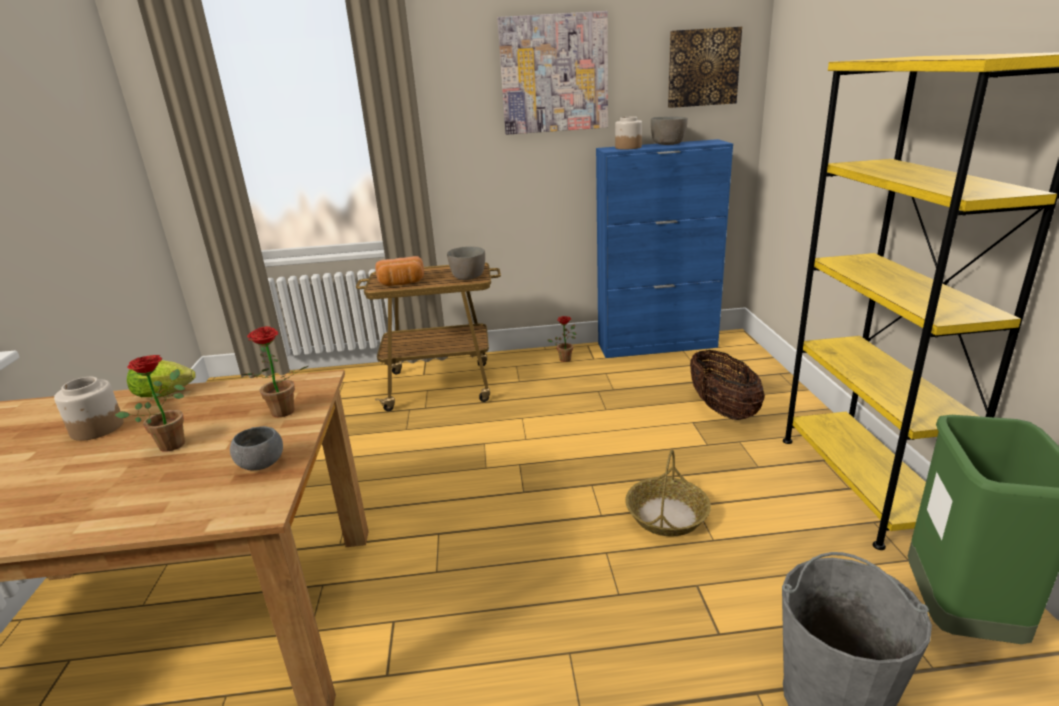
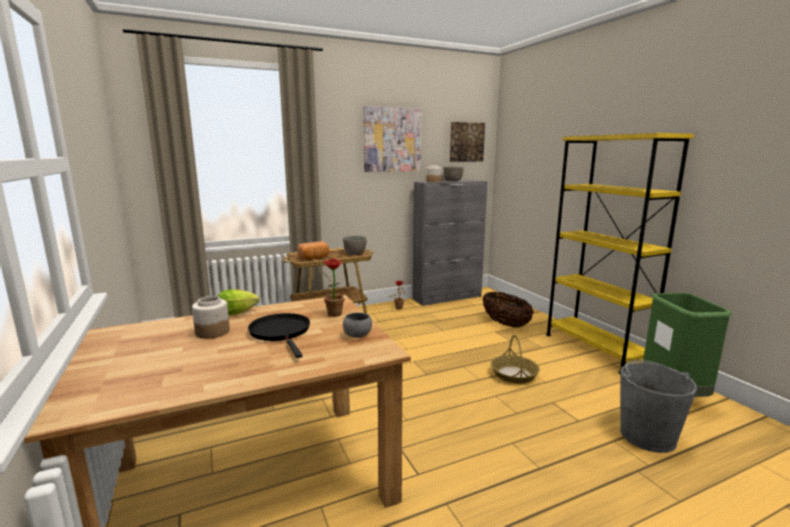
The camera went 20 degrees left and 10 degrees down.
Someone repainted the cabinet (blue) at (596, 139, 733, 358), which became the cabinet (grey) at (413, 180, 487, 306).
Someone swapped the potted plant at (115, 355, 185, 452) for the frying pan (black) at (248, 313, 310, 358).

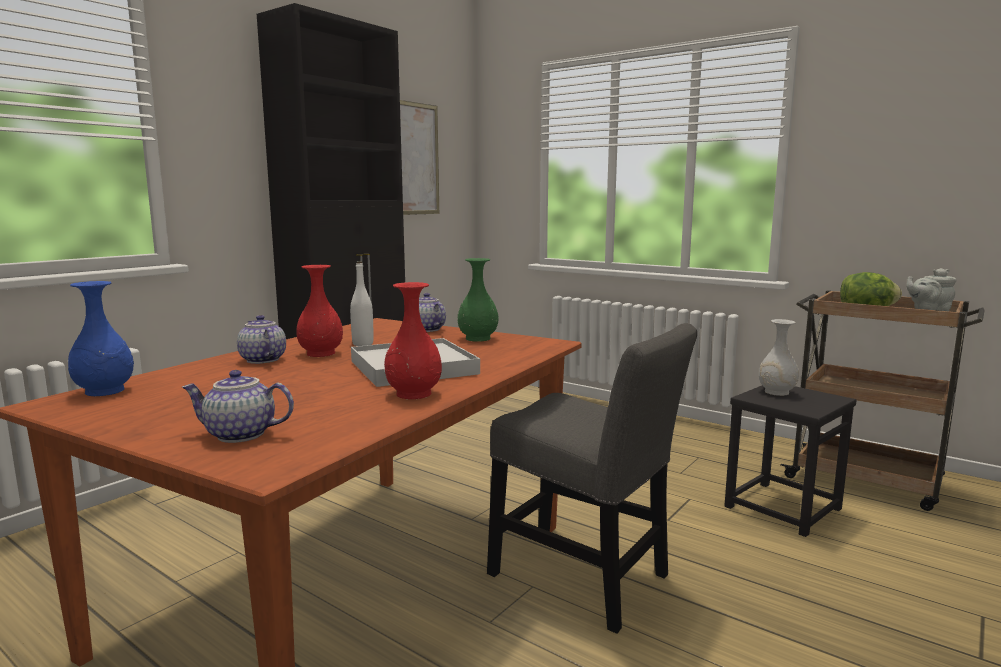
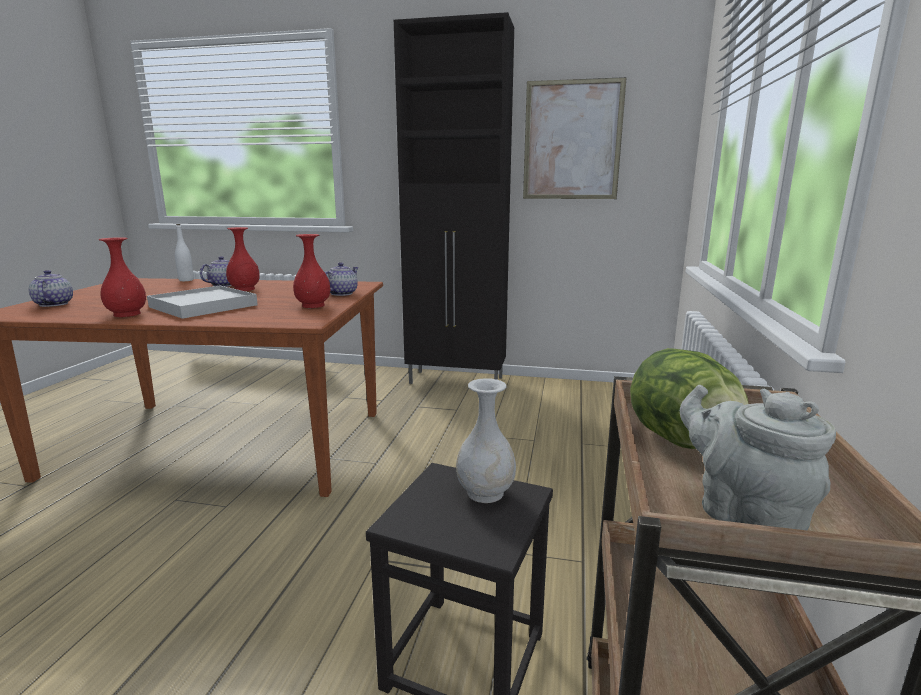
The camera went 65 degrees right and 5 degrees up.
Someone repainted the vase (green) at (458, 258, 499, 342), which became the vase (red) at (293, 234, 330, 308).
Someone carried the bottle (white) from (350, 261, 374, 346) to (175, 224, 194, 281).
Someone took away the vase (blue) at (68, 281, 134, 396).
Someone took away the chair (grey) at (487, 323, 697, 634).

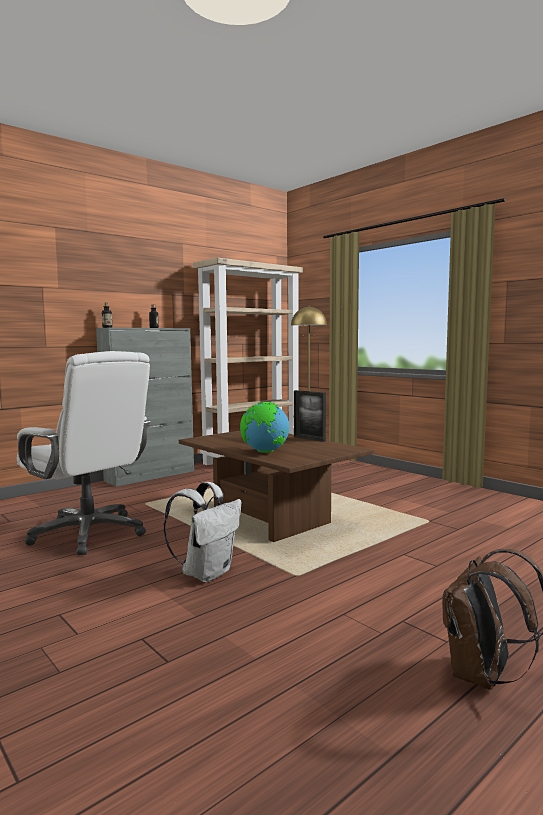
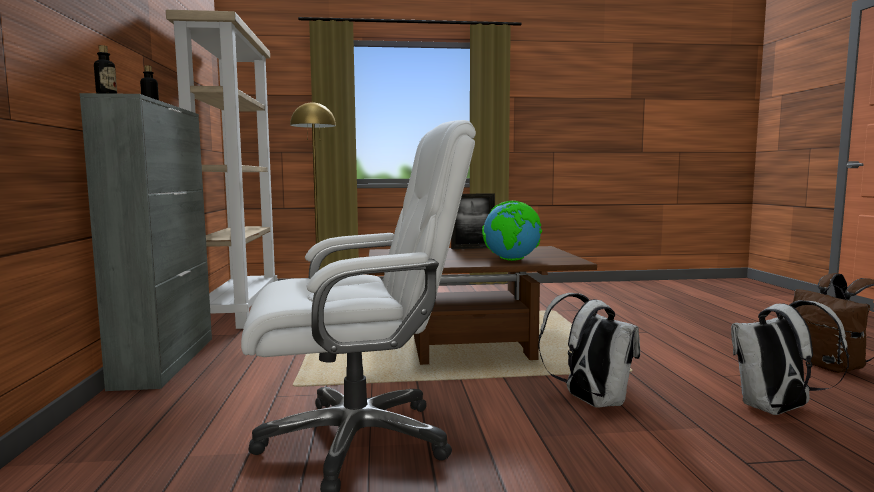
The camera went 55 degrees left and 0 degrees up.
Someone put down the backpack (white) at (731, 300, 849, 415).

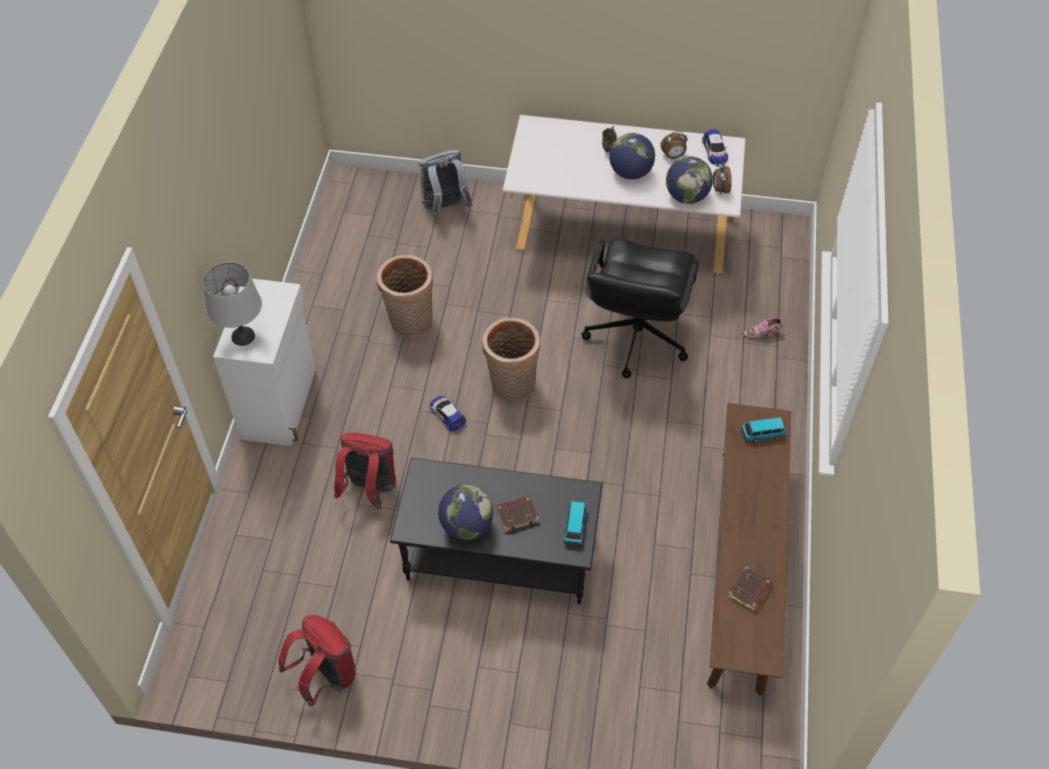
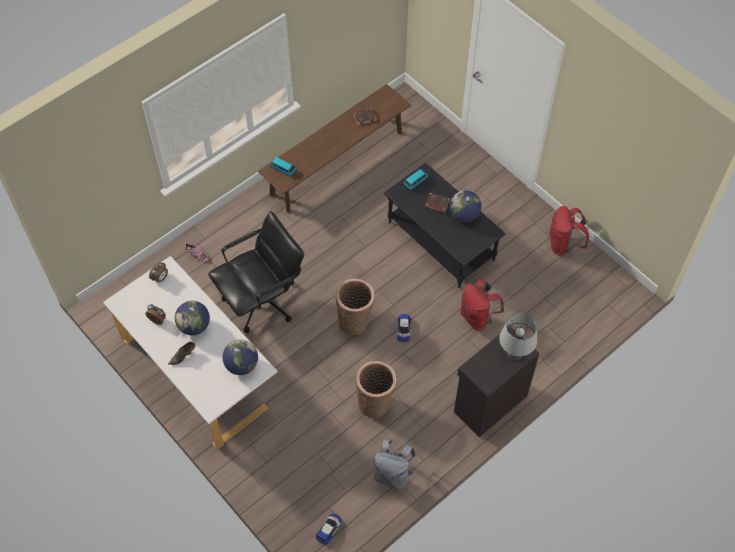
The camera went 140 degrees left and 5 degrees up.
Someone carried the toy car from (702, 129, 728, 165) to (316, 514, 342, 545).
Someone carried the backpack (grey) from (419, 150, 473, 217) to (373, 440, 416, 489).
Someone carried the globe from (666, 157, 713, 204) to (223, 340, 258, 375).
Someone repainted the cabinet (white) at (213, 279, 316, 446), which became the cabinet (black) at (454, 326, 540, 437).

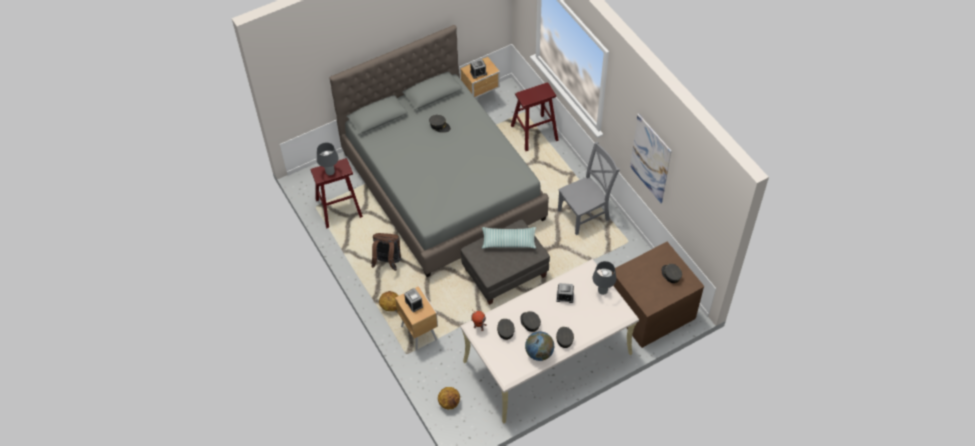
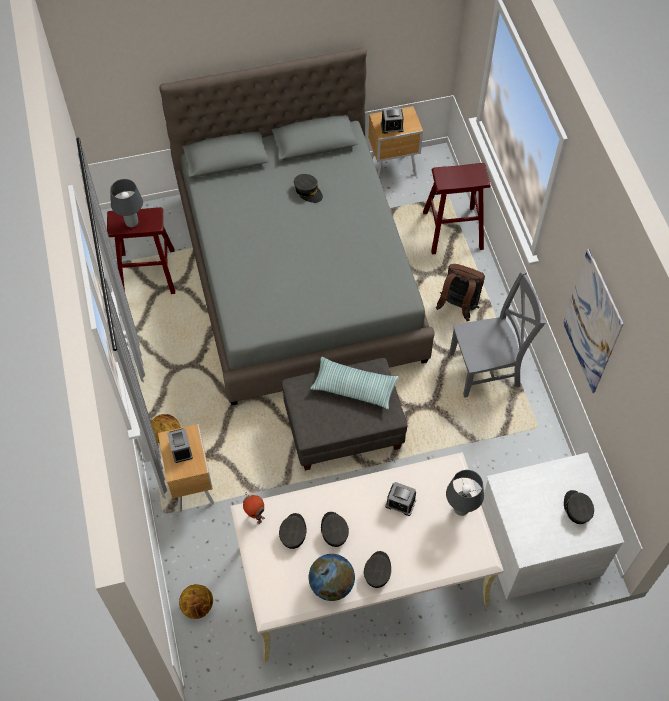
The camera went 15 degrees right and 5 degrees up.
Someone carried the backpack (brown) from (371, 233, 402, 271) to (436, 264, 485, 321).
Someone repainted the dresser (brown) at (611, 242, 705, 348), which became the dresser (white) at (481, 452, 624, 600).

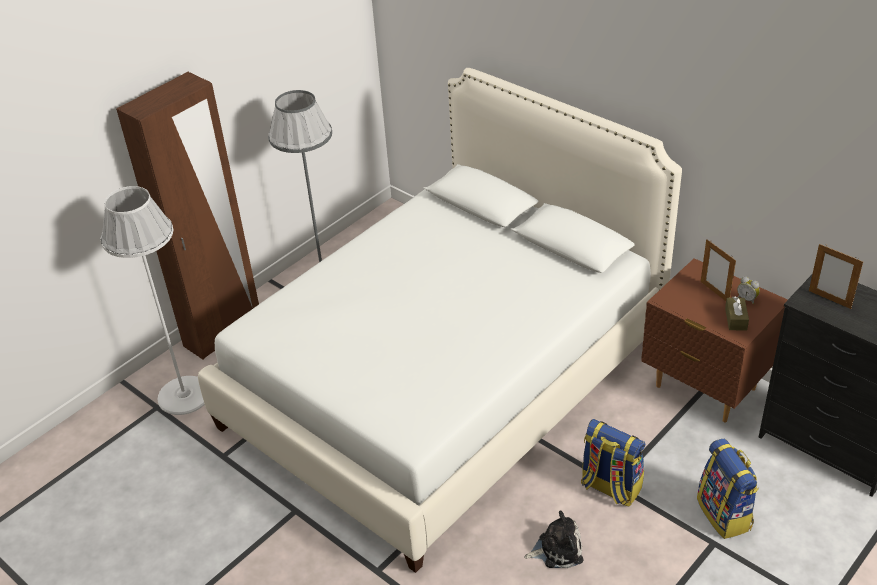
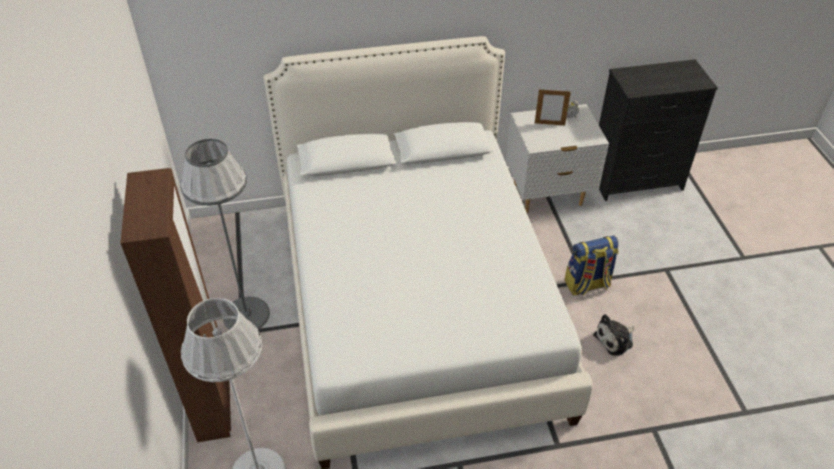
The camera went 55 degrees left and 5 degrees up.
Someone took away the picture frame at (809, 244, 863, 309).
Someone repainted the nightstand (brown) at (641, 258, 788, 423), which became the nightstand (white) at (506, 104, 609, 213).
Someone took away the tissue box (brown) at (725, 296, 749, 331).
Someone took away the backpack at (697, 439, 759, 539).
Someone rotated the plush toy at (524, 511, 583, 568) by 150 degrees counterclockwise.

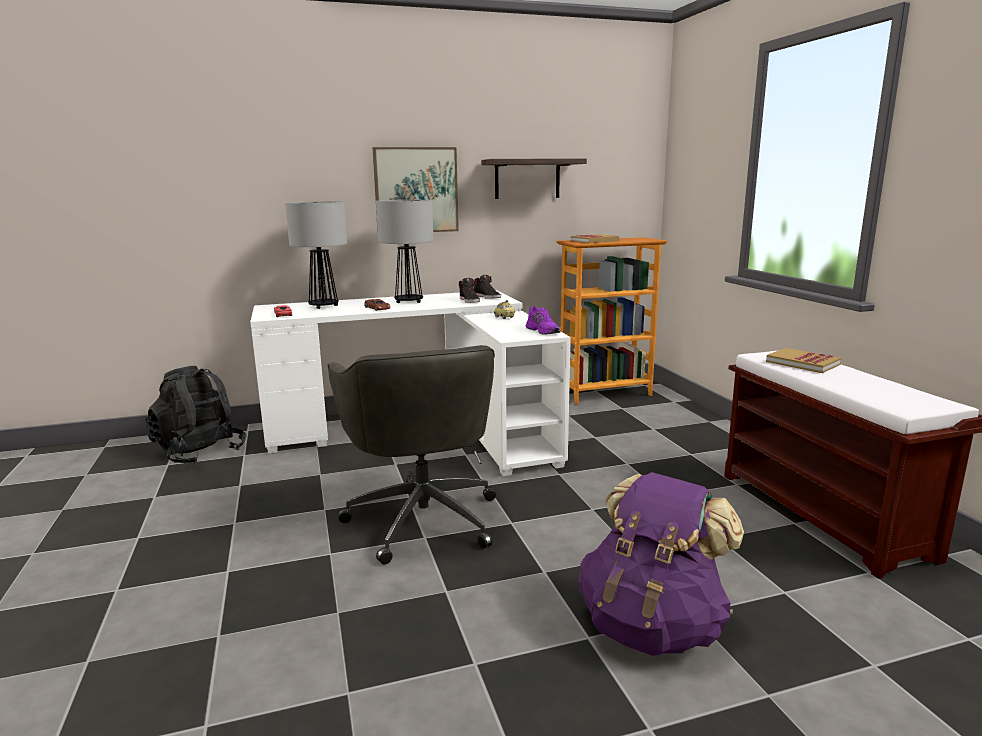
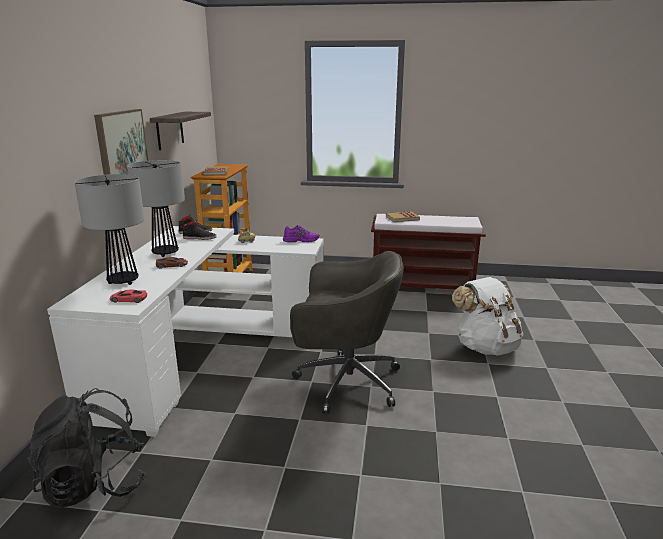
The camera went 65 degrees left and 5 degrees up.
Someone repainted the backpack (purple) at (578, 472, 744, 656), which became the backpack (white) at (452, 277, 523, 356).

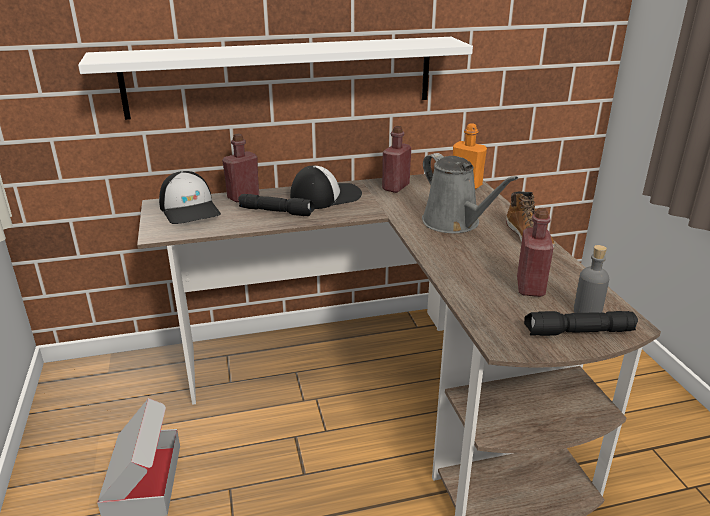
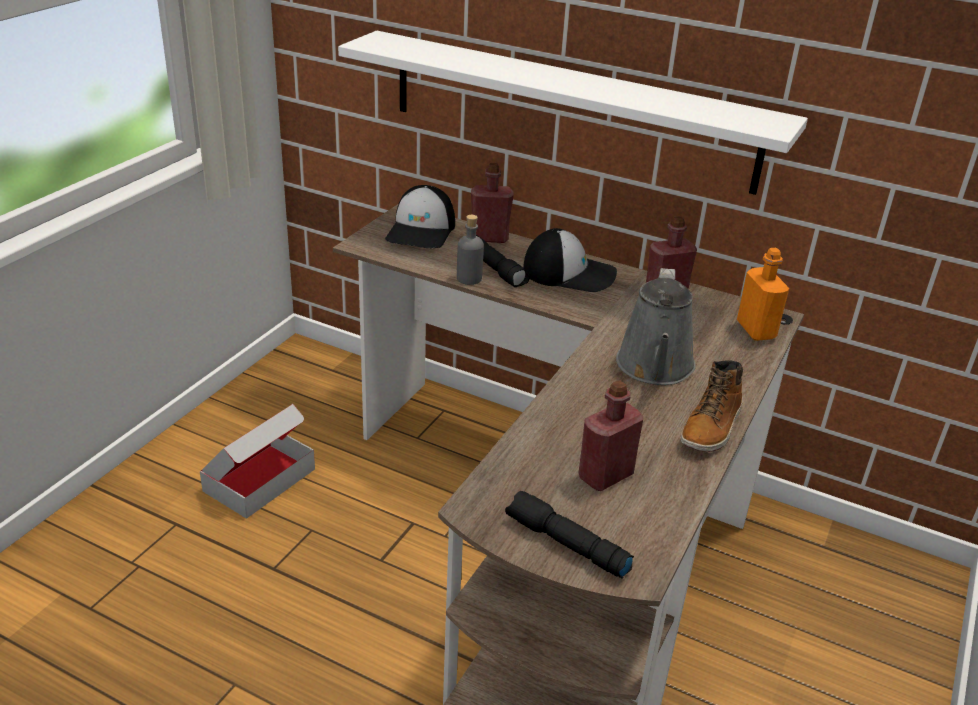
The camera went 40 degrees right and 5 degrees up.
Someone carried the bottle (grey) from (573, 245, 609, 313) to (457, 215, 484, 285).

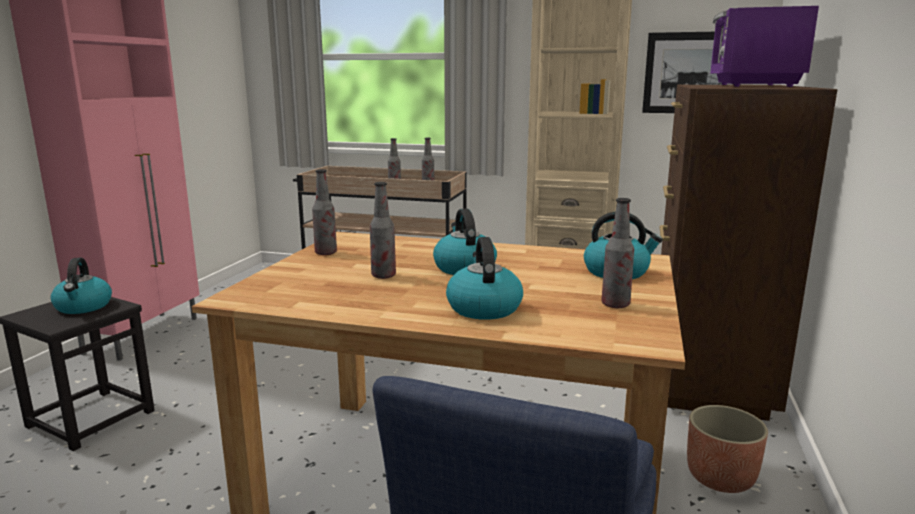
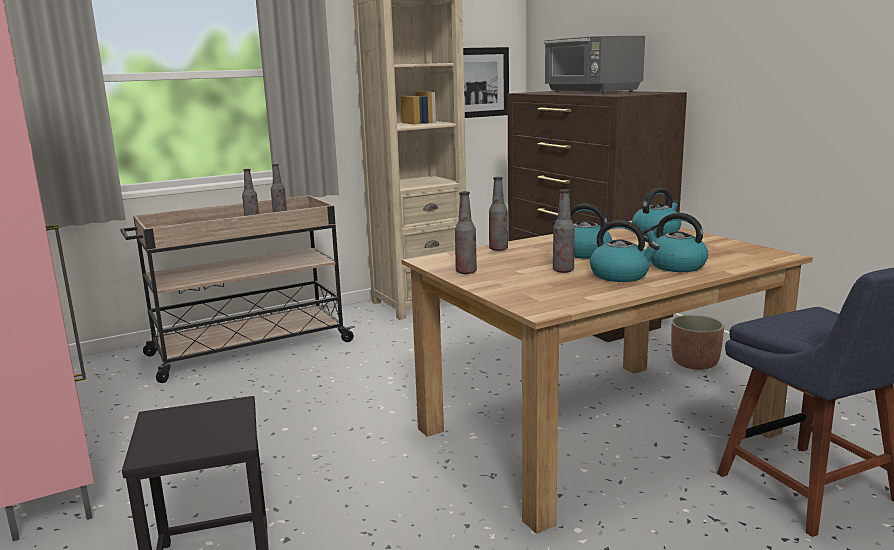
The camera went 45 degrees left and 0 degrees up.
Someone repainted the microwave (purple) at (710, 6, 819, 87), which became the microwave (grey) at (544, 36, 645, 93).
Someone carried the bottle from (602, 198, 634, 308) to (489, 177, 508, 251).
Someone carried the kettle from (50, 257, 112, 314) to (590, 220, 660, 282).

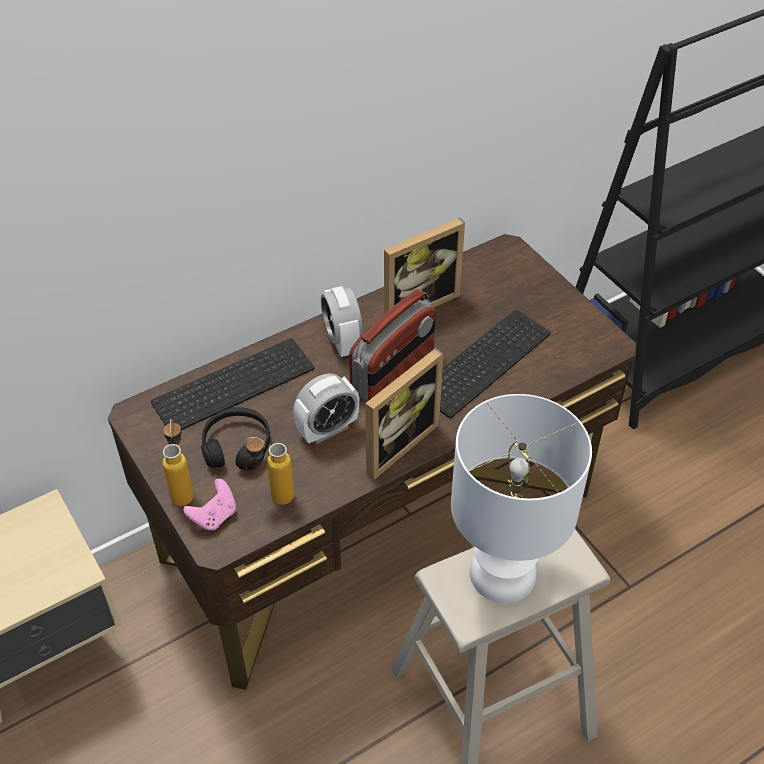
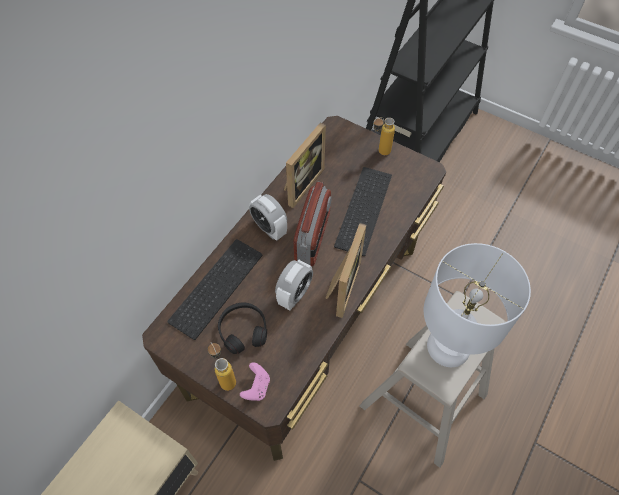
The camera went 25 degrees left and 10 degrees up.
Someone carried the bottle from (245, 437, 294, 505) to (373, 117, 395, 155).

